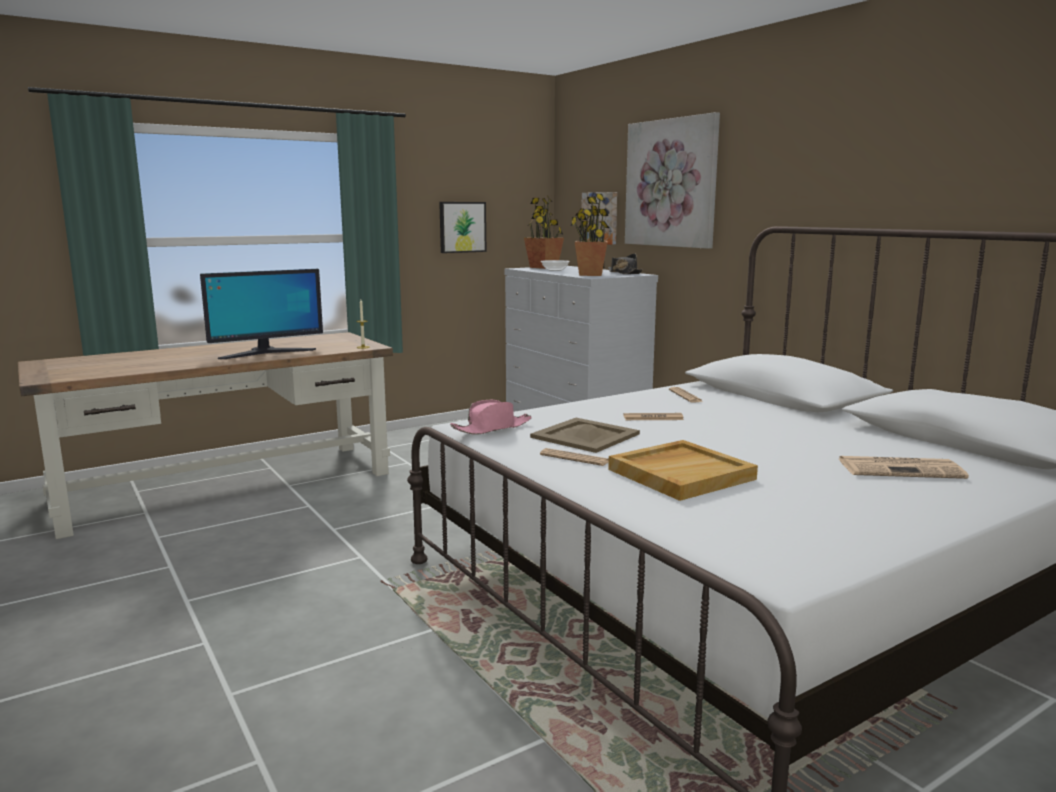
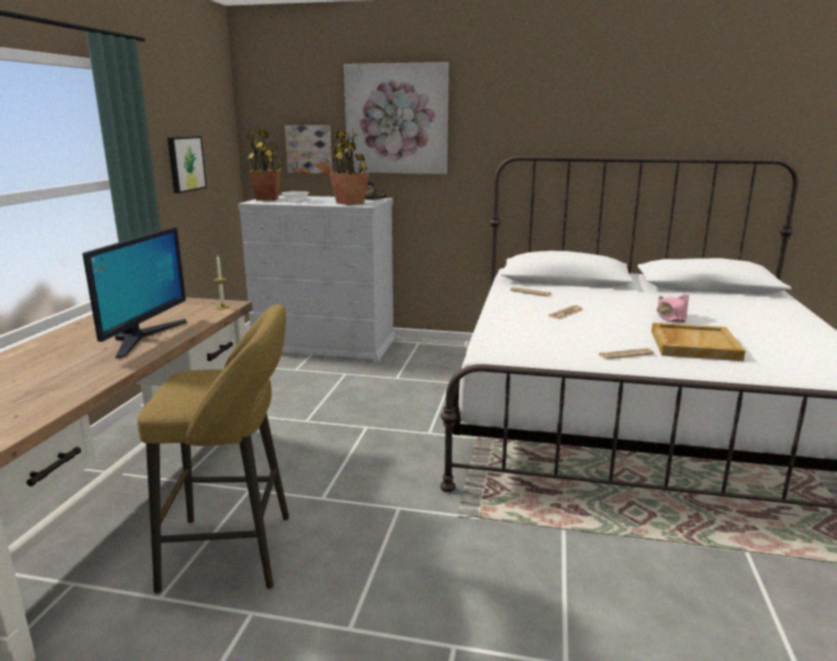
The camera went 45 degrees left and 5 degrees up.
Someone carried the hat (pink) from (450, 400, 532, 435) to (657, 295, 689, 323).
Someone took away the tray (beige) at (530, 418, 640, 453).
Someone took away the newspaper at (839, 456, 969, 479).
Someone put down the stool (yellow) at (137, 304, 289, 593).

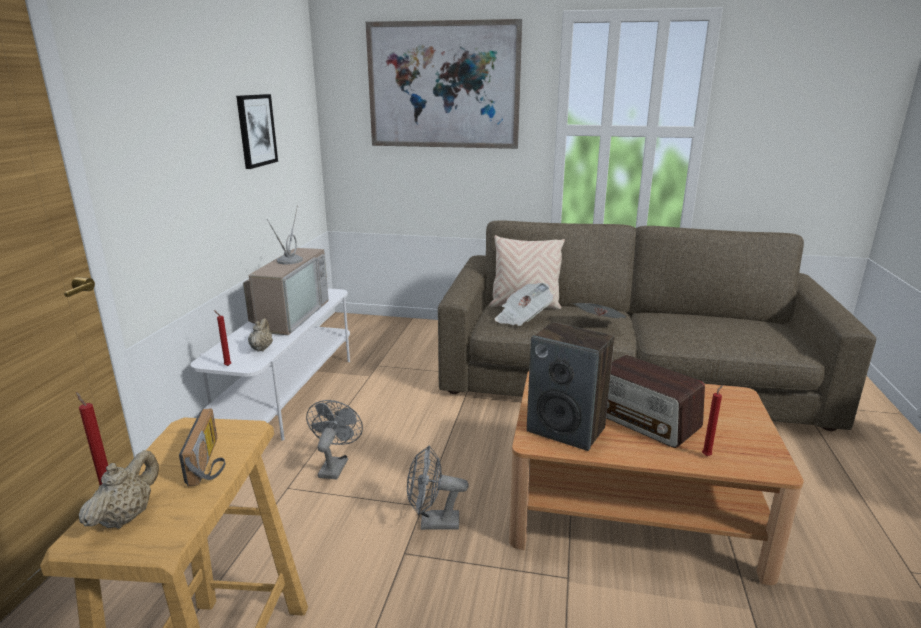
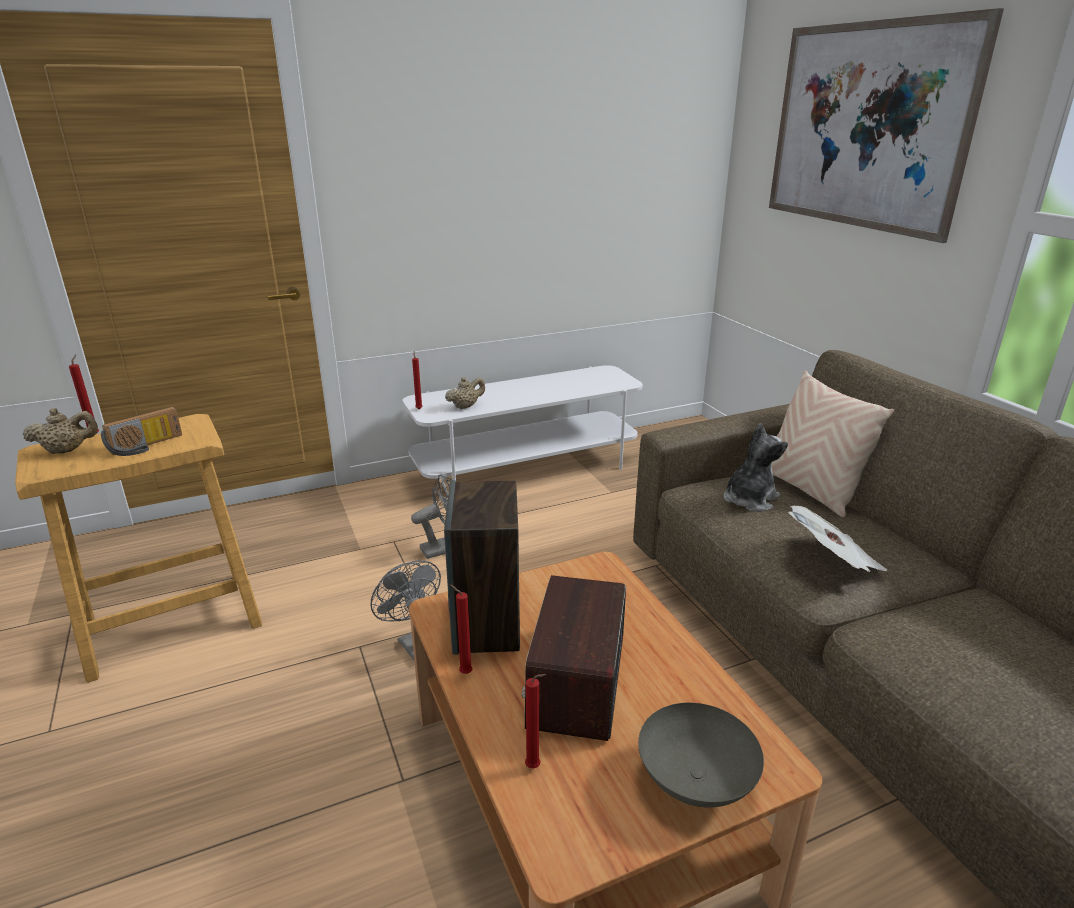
The camera went 55 degrees right and 5 degrees up.
Someone took away the picture at (236, 94, 278, 169).
Someone took away the television at (243, 206, 329, 335).
Someone swapped the newspaper at (495, 283, 553, 326) for the plush toy at (723, 423, 788, 512).
Someone put down the candle (red) at (450, 584, 473, 674).
Someone put down the bowl (grey) at (638, 703, 764, 808).

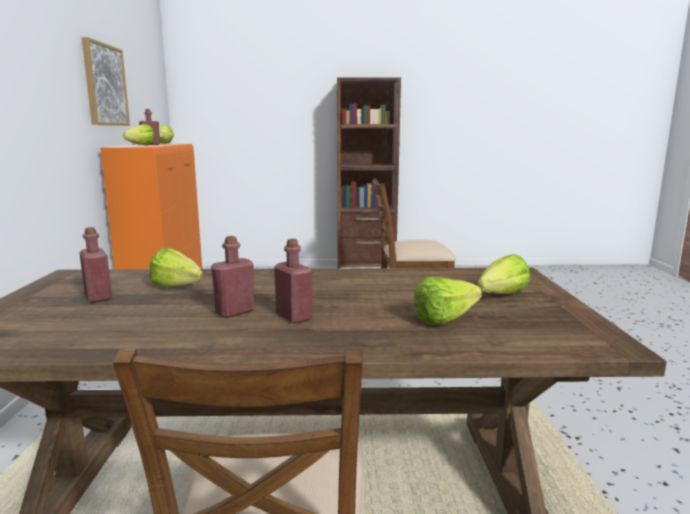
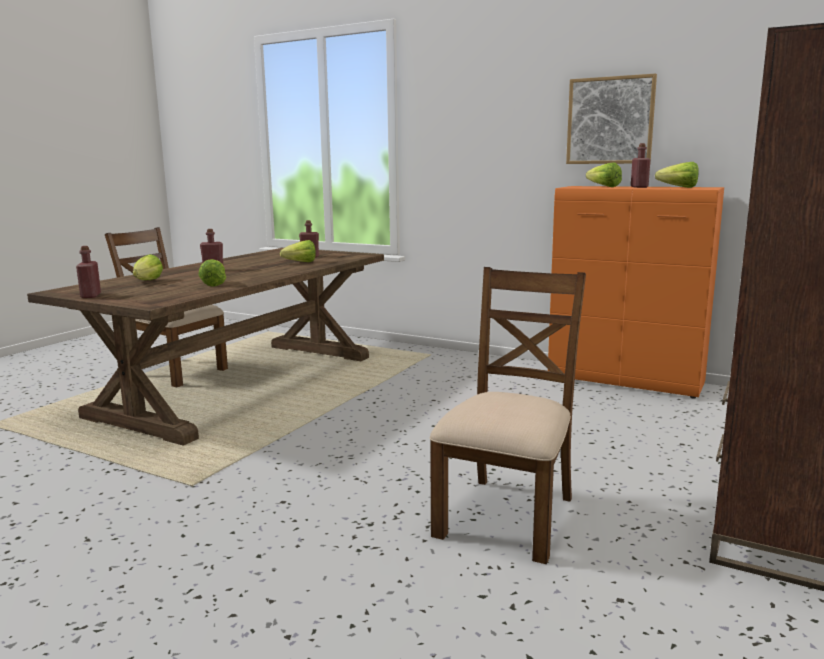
The camera went 120 degrees right and 0 degrees up.
Someone carried the bottle (red) from (211, 236, 254, 318) to (76, 246, 101, 298).
Someone carried the lettuce from (477, 254, 530, 294) to (198, 259, 226, 287).

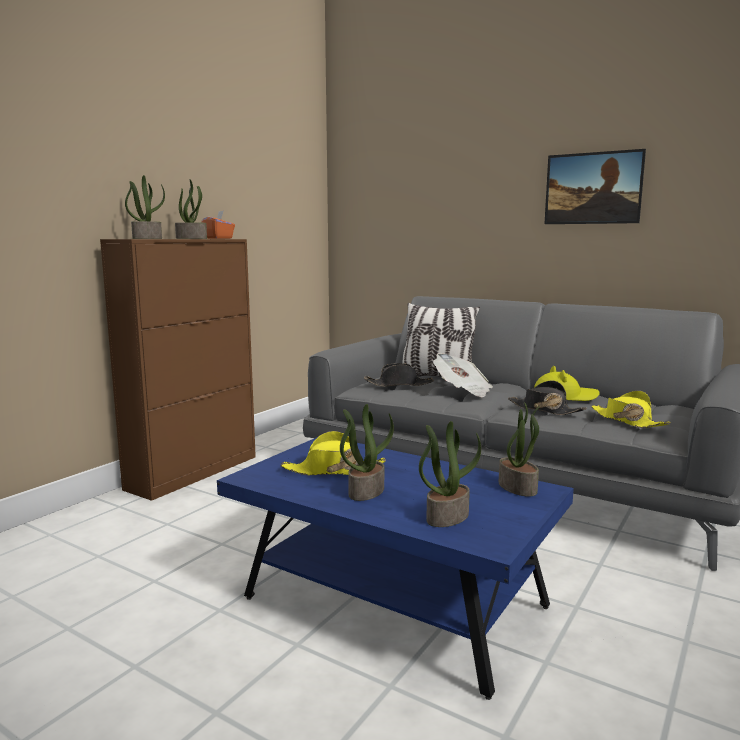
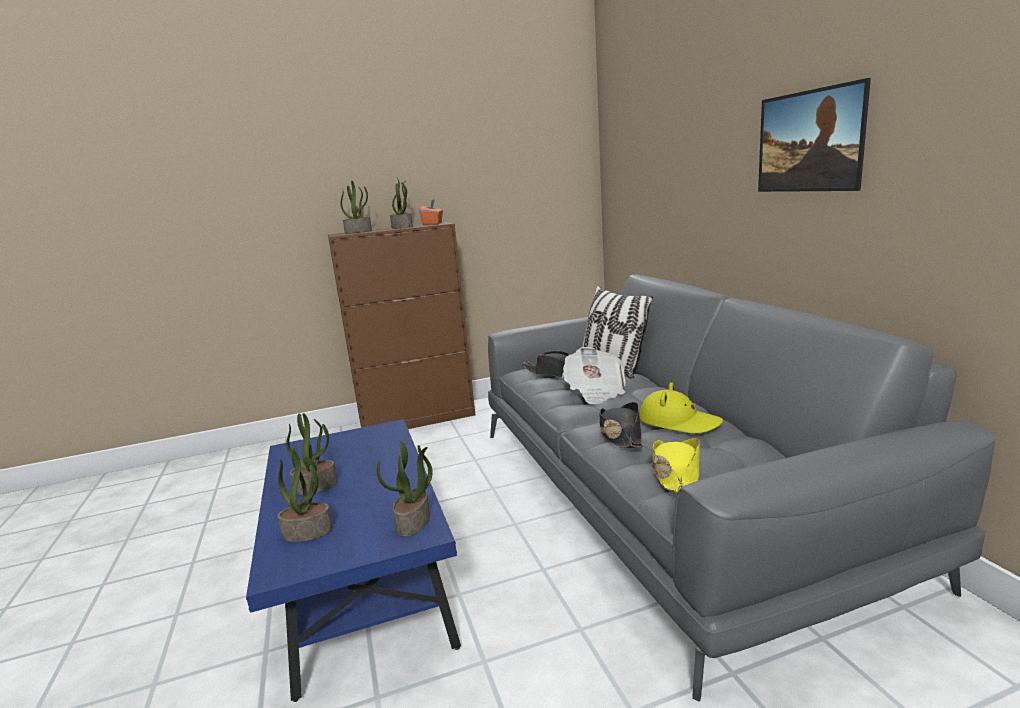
The camera went 40 degrees right and 5 degrees up.
Someone took away the hat (yellow) at (281, 431, 386, 475).

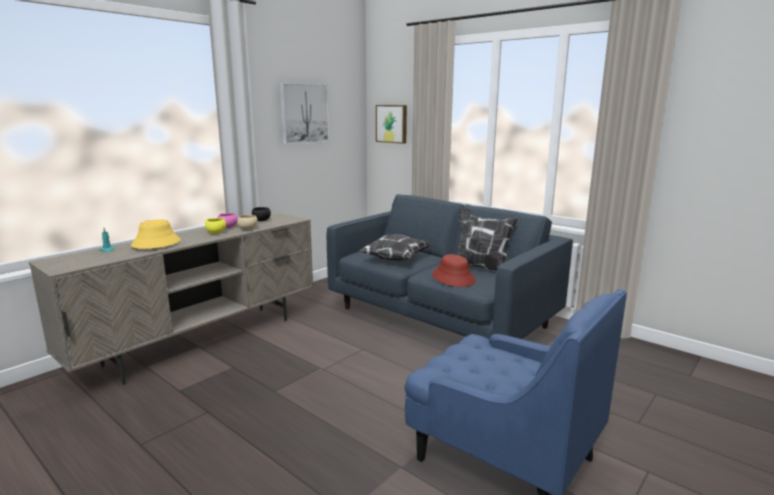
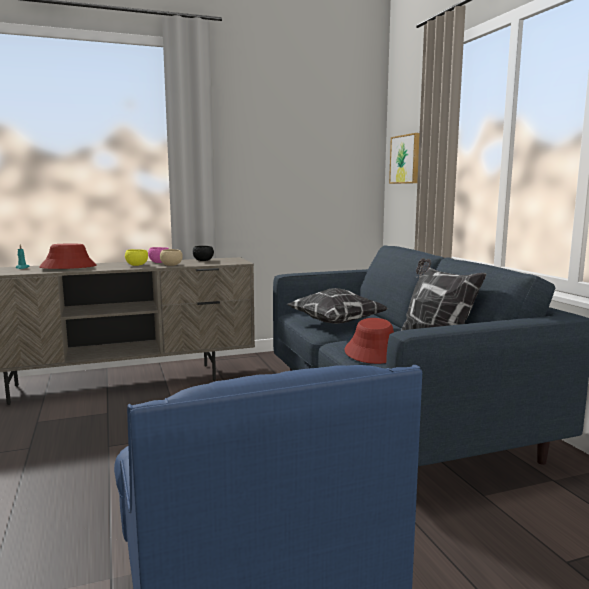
The camera went 30 degrees right and 5 degrees down.
Someone took away the picture at (280, 83, 330, 145).
Someone repainted the hat (yellow) at (131, 219, 181, 249), which became the hat (red) at (39, 244, 97, 269).

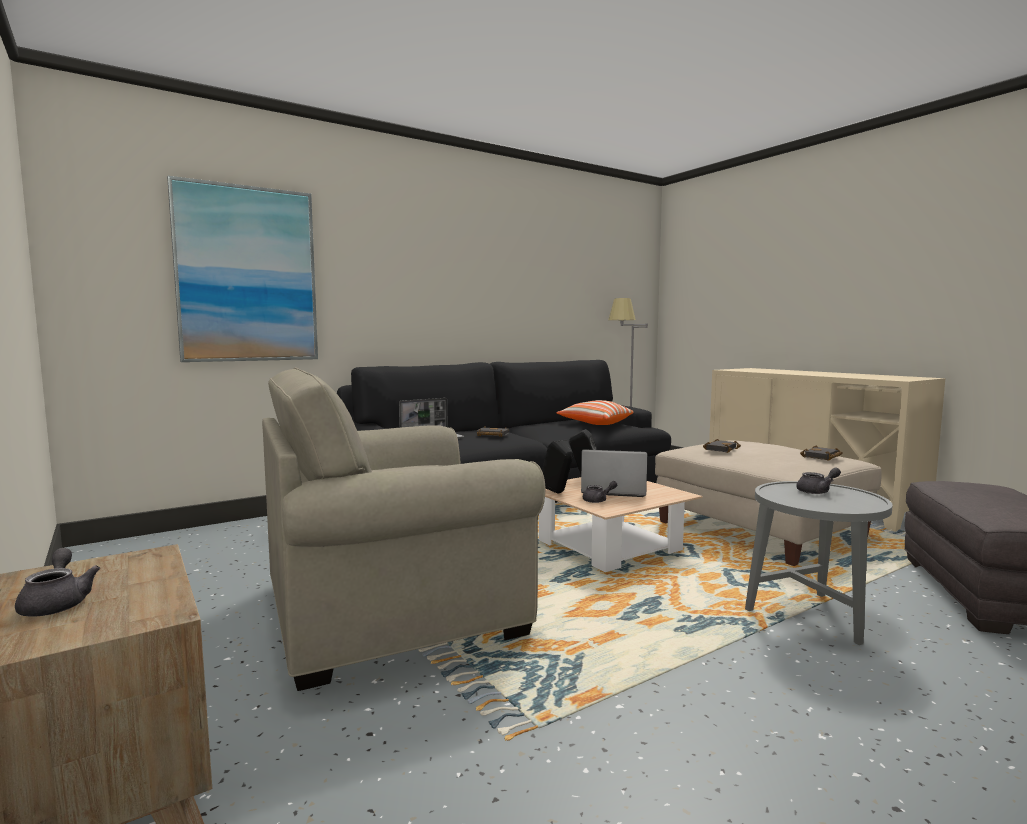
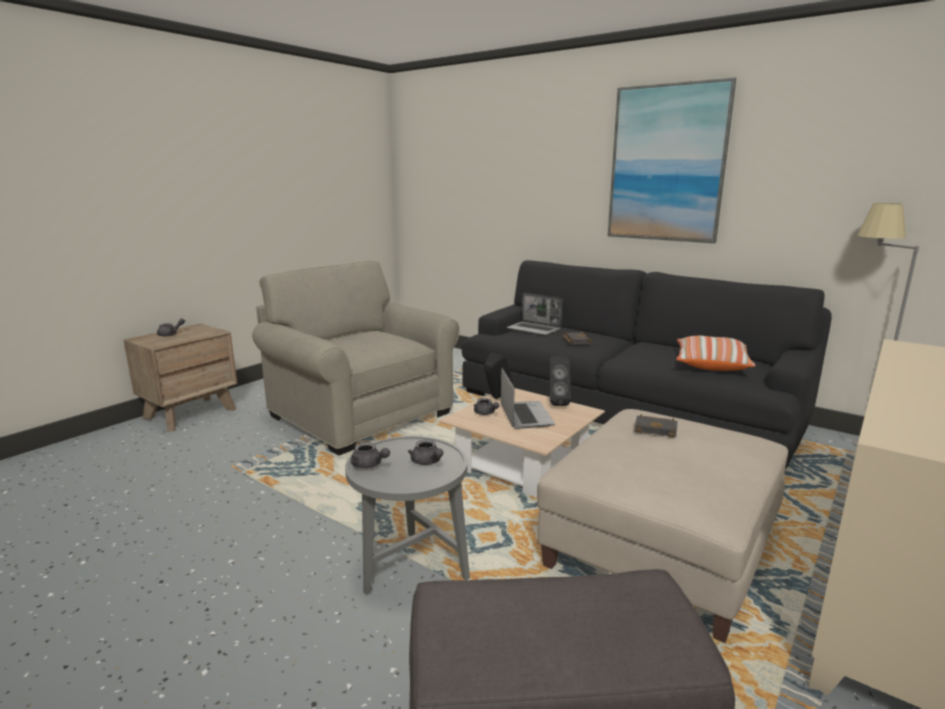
The camera went 70 degrees right and 10 degrees up.
Someone carried the picture from (167, 176, 318, 362) to (608, 77, 736, 243).
Someone took away the book (black) at (800, 446, 843, 461).
Someone put down the teapot (grey) at (351, 443, 390, 469).

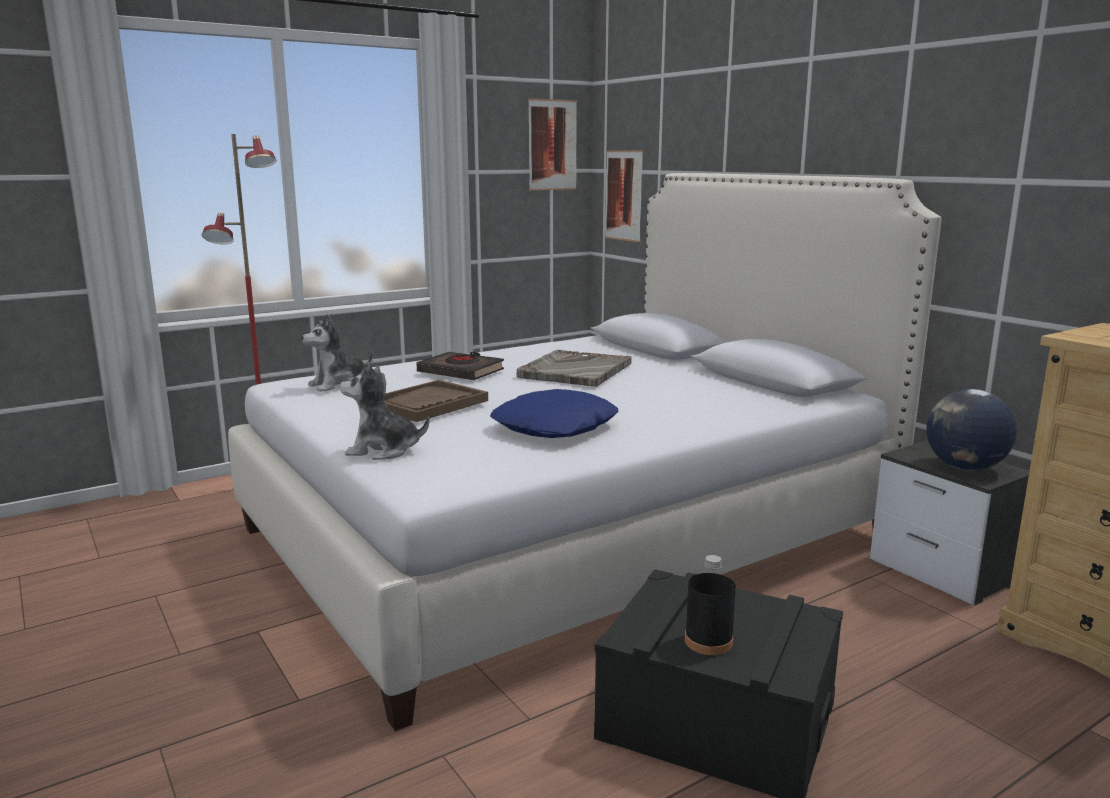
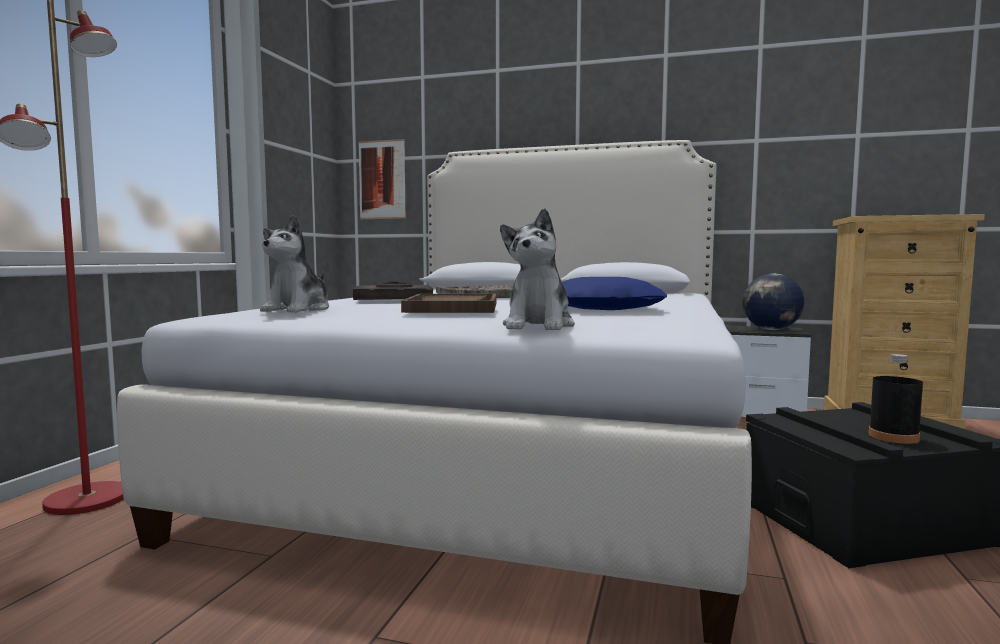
The camera went 40 degrees left and 10 degrees down.
Someone took away the picture at (528, 98, 577, 190).
Someone rotated the plush toy at (340, 361, 429, 460) by 45 degrees counterclockwise.

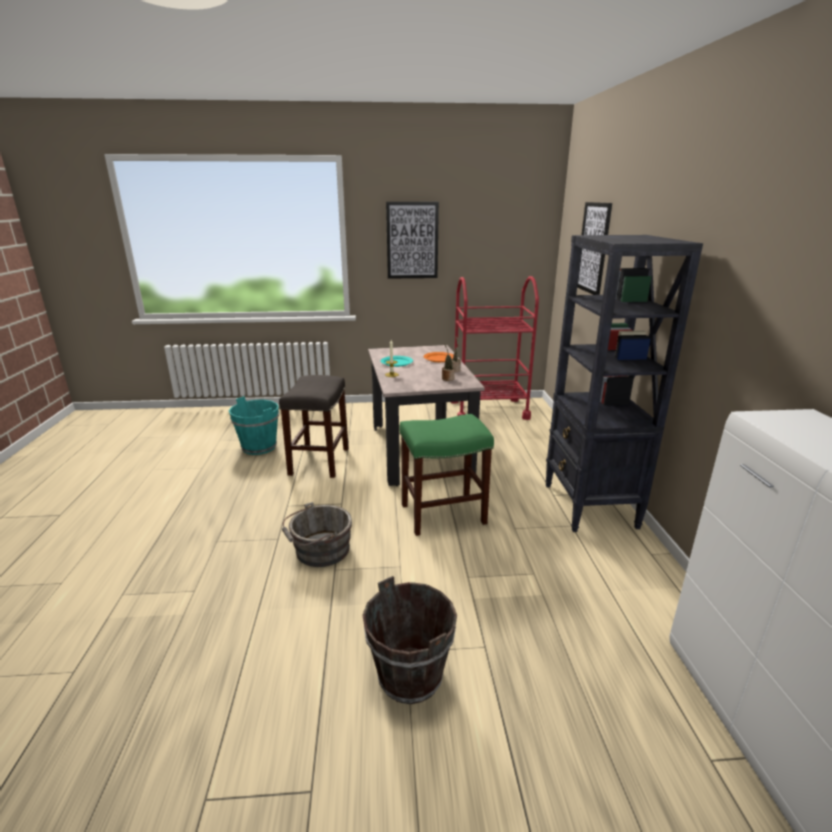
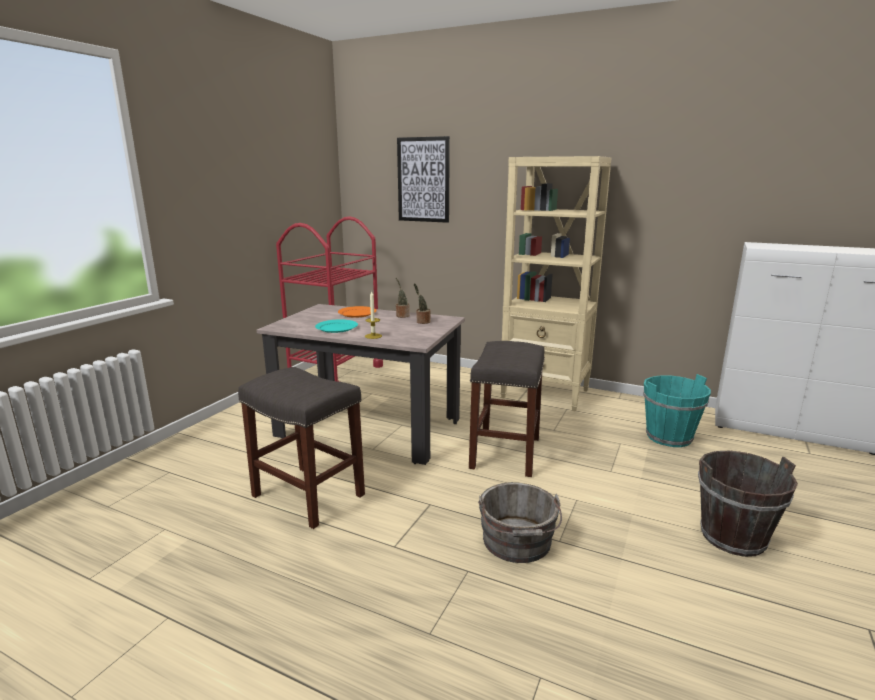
The camera went 60 degrees left and 5 degrees down.
Someone took away the picture at (386, 202, 439, 279).
Someone repainted the bookcase (black) at (545, 235, 703, 532), which became the bookcase (beige) at (500, 156, 611, 412).
Someone carried the bucket (turquoise) from (229, 396, 279, 455) to (643, 374, 711, 447).
Someone repainted the stool (green) at (399, 414, 494, 536), which became the stool (grey) at (469, 341, 545, 477).

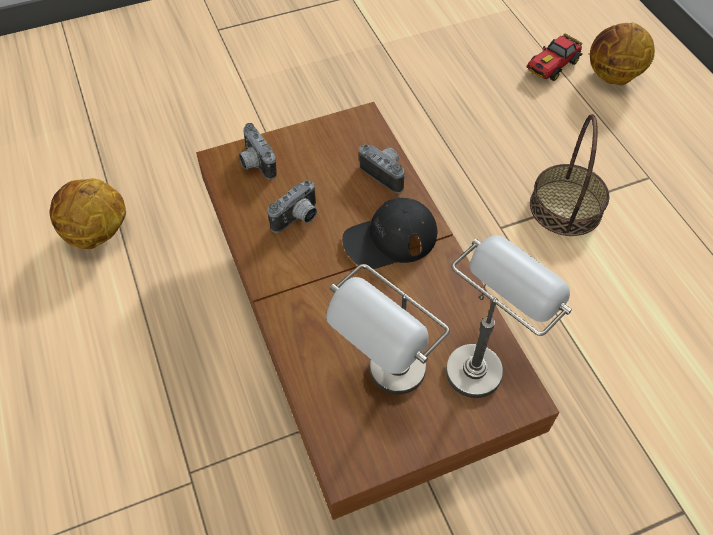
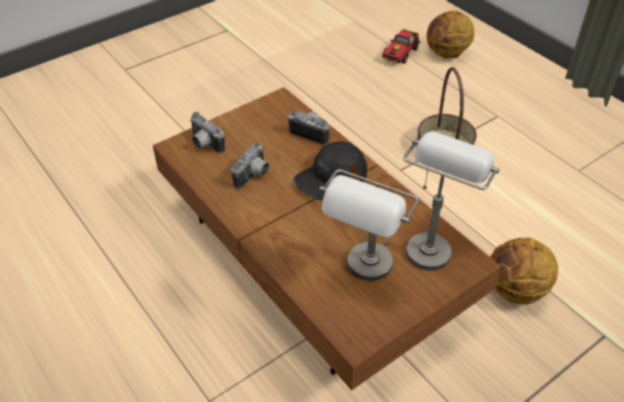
The camera went 15 degrees left and 10 degrees down.
Someone carried the basketball from (49, 178, 126, 249) to (491, 237, 558, 305).

